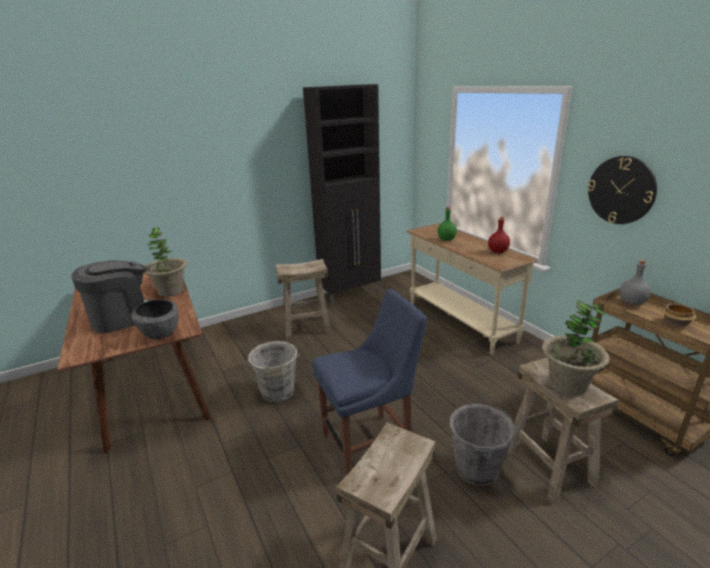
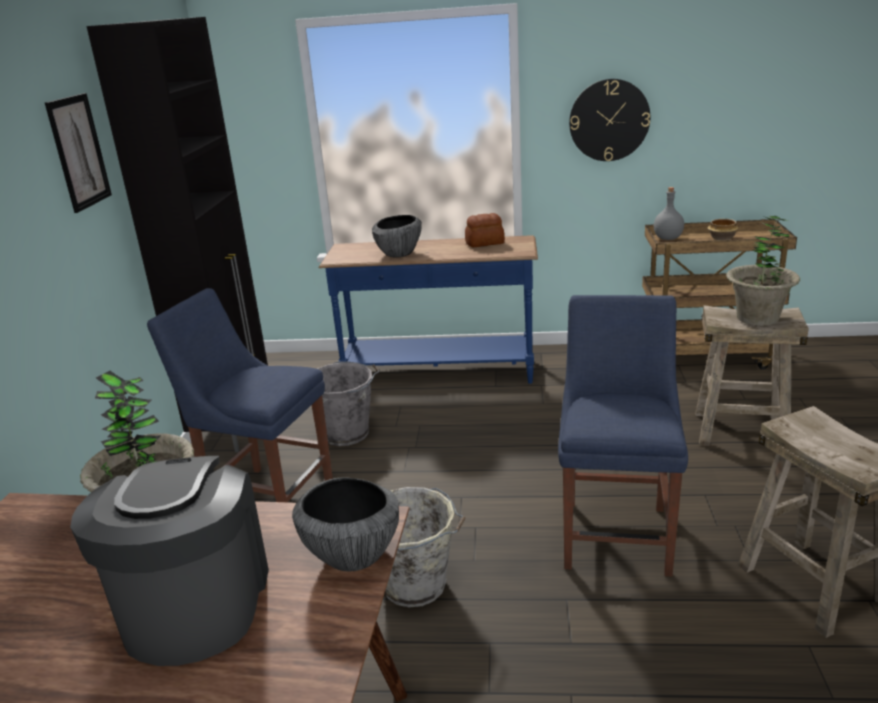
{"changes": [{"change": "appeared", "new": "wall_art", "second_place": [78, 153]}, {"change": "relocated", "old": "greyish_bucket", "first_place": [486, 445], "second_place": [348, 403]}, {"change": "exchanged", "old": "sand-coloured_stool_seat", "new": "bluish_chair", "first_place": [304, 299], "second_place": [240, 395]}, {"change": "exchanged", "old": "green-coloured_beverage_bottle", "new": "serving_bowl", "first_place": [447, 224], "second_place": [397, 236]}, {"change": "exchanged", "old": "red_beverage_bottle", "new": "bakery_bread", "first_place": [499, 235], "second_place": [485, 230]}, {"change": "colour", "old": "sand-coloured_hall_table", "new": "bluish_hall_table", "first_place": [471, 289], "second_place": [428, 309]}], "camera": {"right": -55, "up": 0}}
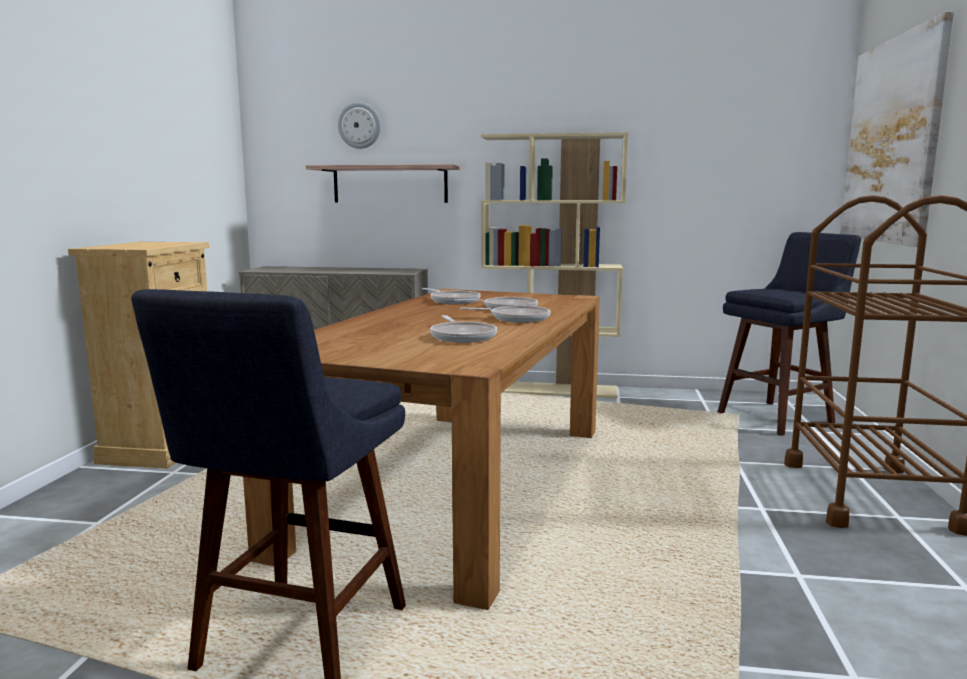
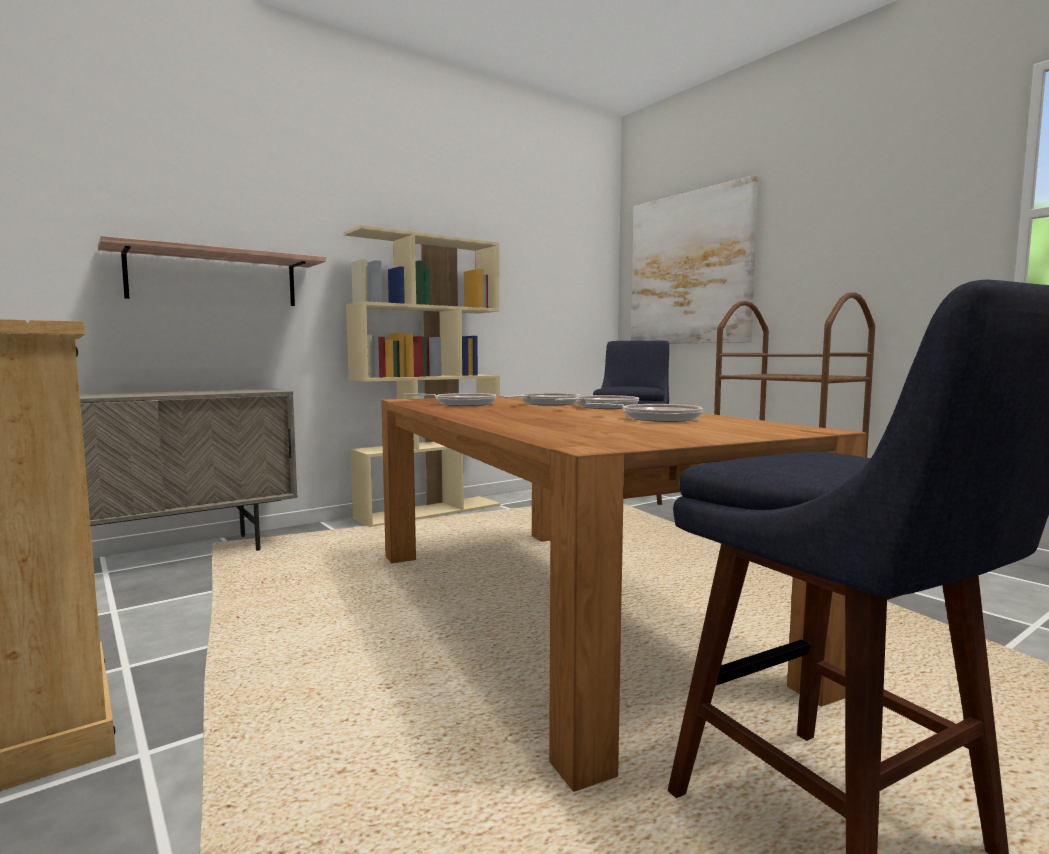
{"changes": [{"change": "missing", "old": "hanging_clock", "first_place": [359, 125]}], "camera": {"right": -45, "up": -5}}
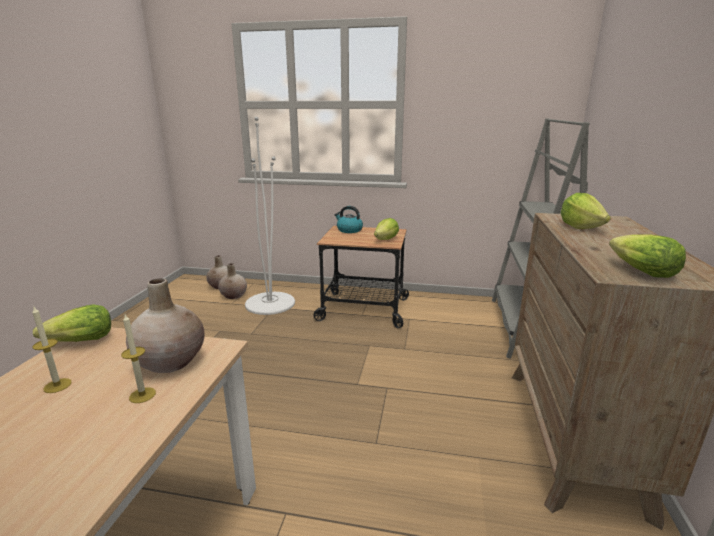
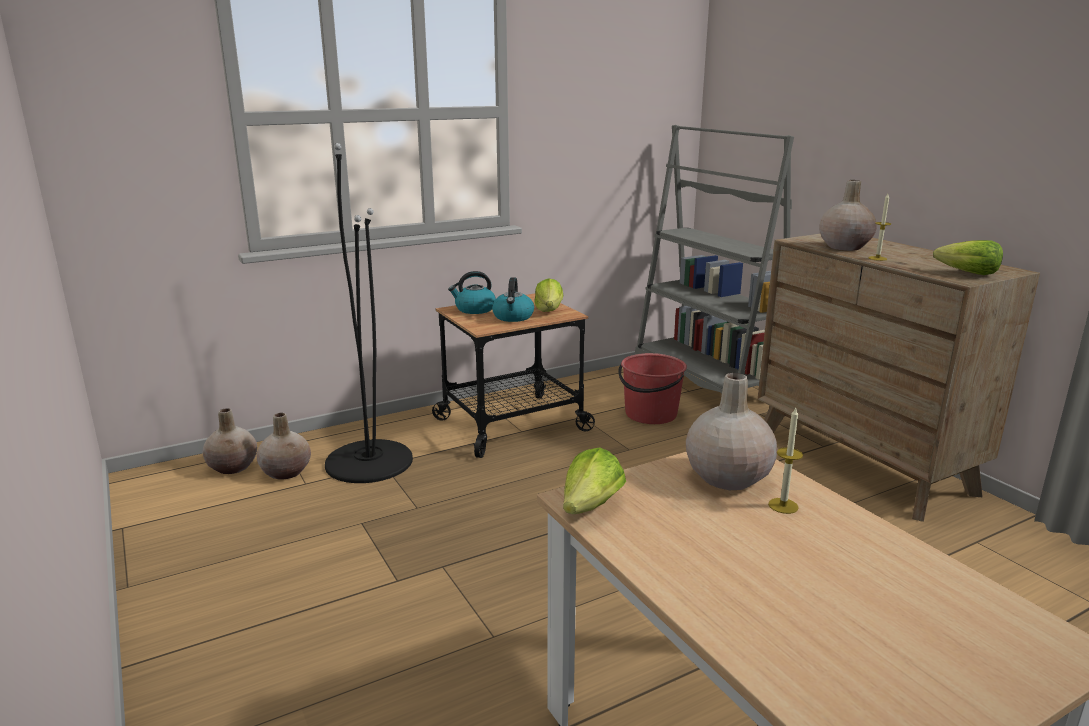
{"changes": [{"change": "appeared", "new": "kettle", "second_place": [513, 299]}, {"change": "appeared", "new": "red_bucket", "second_place": [652, 388]}, {"change": "relocated", "old": "wax_candle", "first_place": [52, 350], "second_place": [880, 227]}, {"change": "exchanged", "old": "lettuce", "new": "sand-coloured_flower_vase", "first_place": [585, 211], "second_place": [848, 215]}, {"change": "colour", "old": "white-coloured_standing_lamp", "new": "black_standing_lamp", "first_place": [270, 216], "second_place": [369, 313]}], "camera": {"right": -40, "up": 0}}
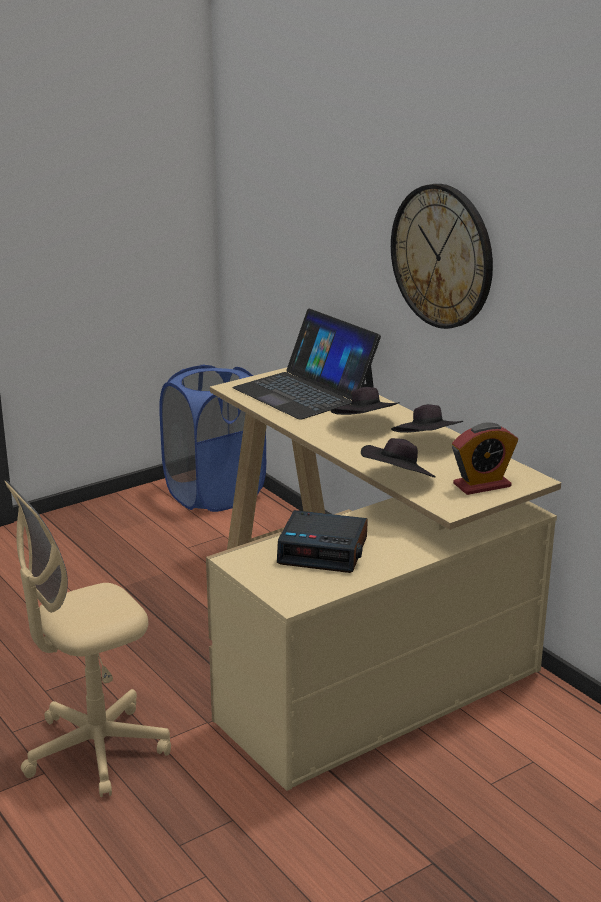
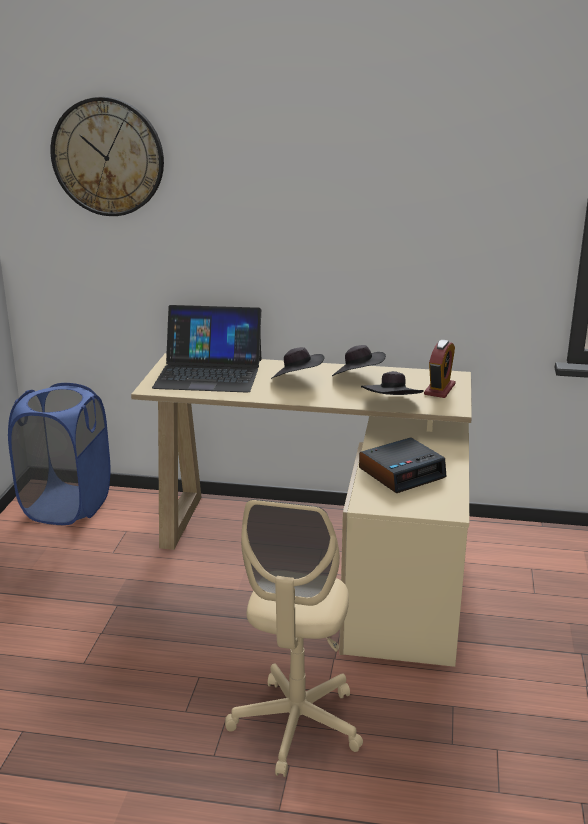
{"changes": [{"change": "relocated", "old": "hanging_clock", "first_place": [442, 256], "second_place": [107, 156]}], "camera": {"right": -45, "up": 0}}
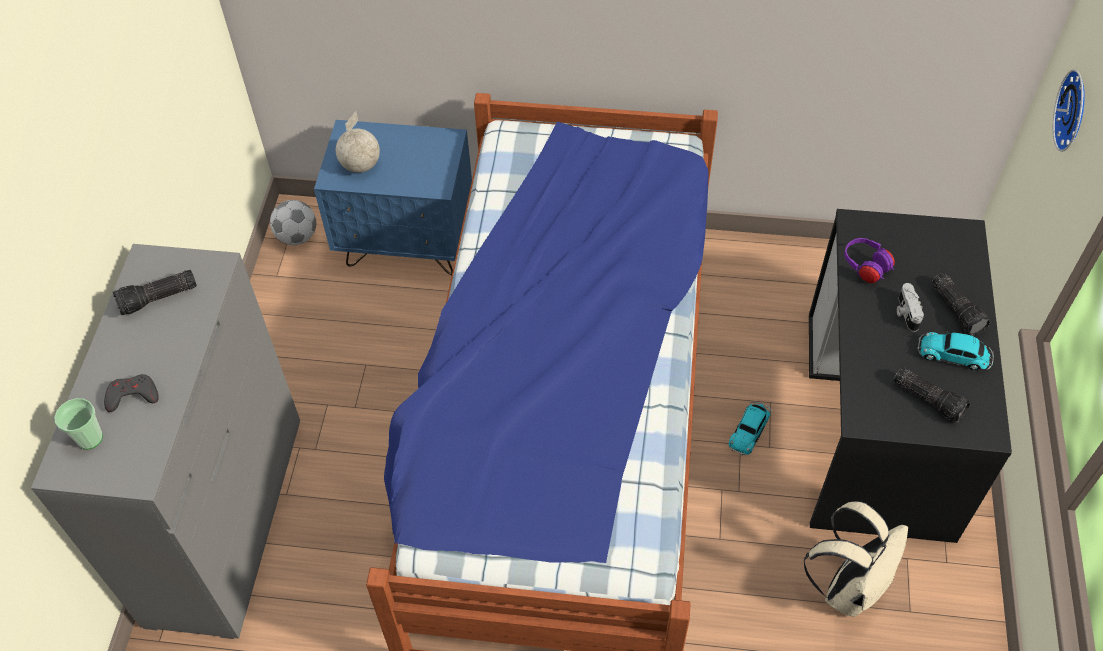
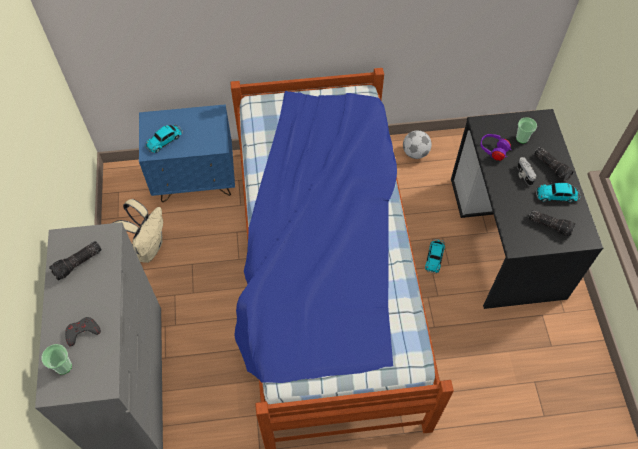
{"changes": [{"change": "missing", "old": "hanging_clock", "first_place": [1069, 110]}, {"change": "appeared", "new": "drinking_cup", "second_place": [526, 130]}, {"change": "relocated", "old": "football_ball", "first_place": [293, 222], "second_place": [417, 144]}, {"change": "relocated", "old": "sand-coloured_backpack", "first_place": [856, 559], "second_place": [138, 231]}, {"change": "exchanged", "old": "desk_globe", "new": "miniature_car", "first_place": [358, 142], "second_place": [164, 139]}], "camera": {"right": -15, "up": 5}}
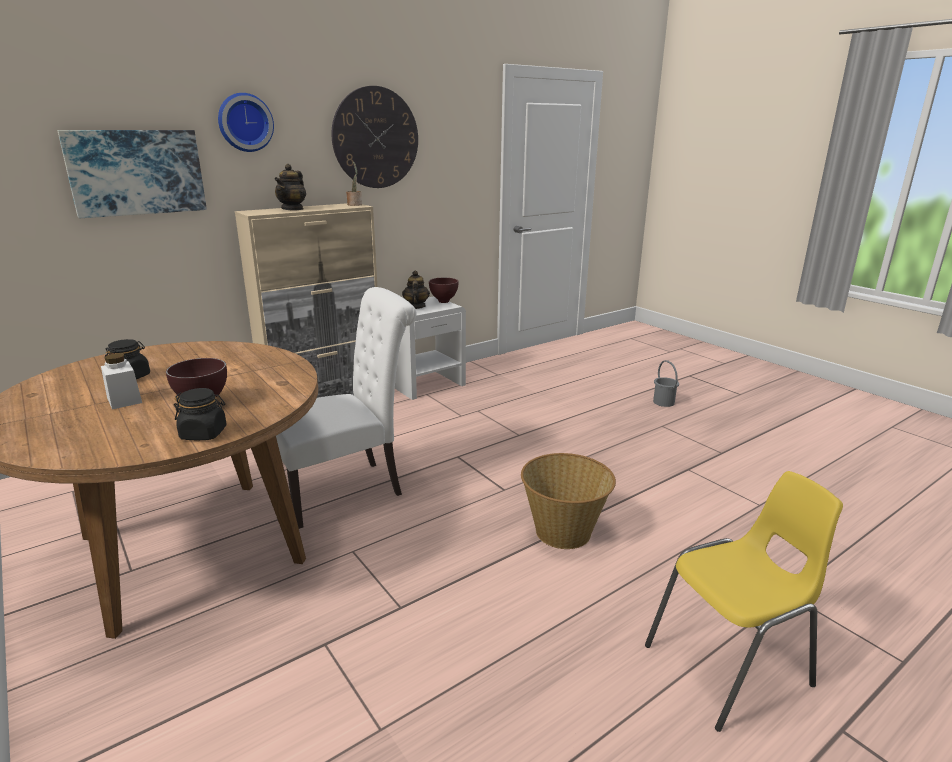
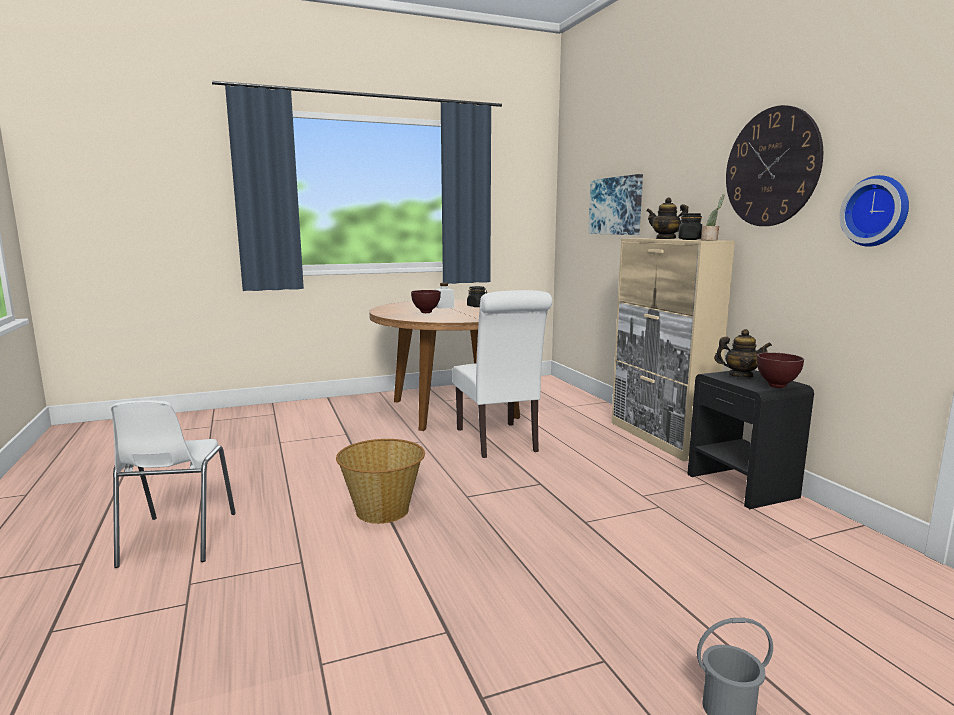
{"changes": [{"change": "relocated", "old": "black_storage_jar", "first_place": [200, 414], "second_place": [690, 226]}, {"change": "relocated", "old": "hanging_clock", "first_place": [246, 122], "second_place": [874, 211]}, {"change": "colour", "old": "white-coloured_night_table", "new": "black_night_table", "first_place": [430, 348], "second_place": [750, 439]}, {"change": "colour", "old": "yellow-coloured_chair", "new": "white-coloured_chair", "first_place": [744, 601], "second_place": [173, 484]}], "camera": {"right": 105, "up": -10}}
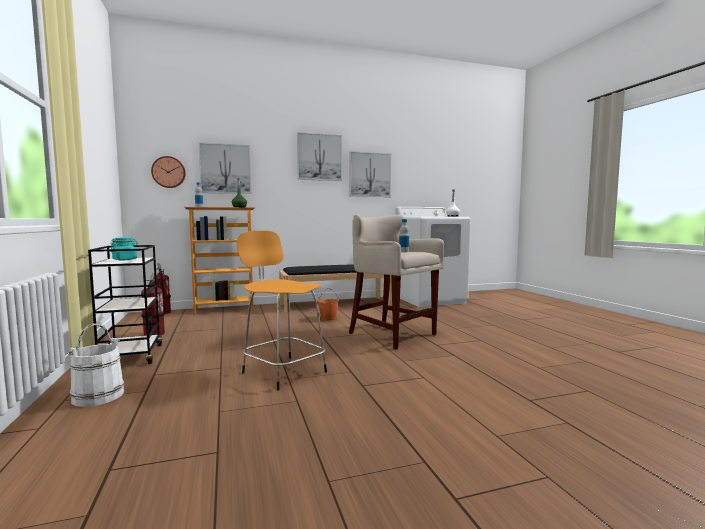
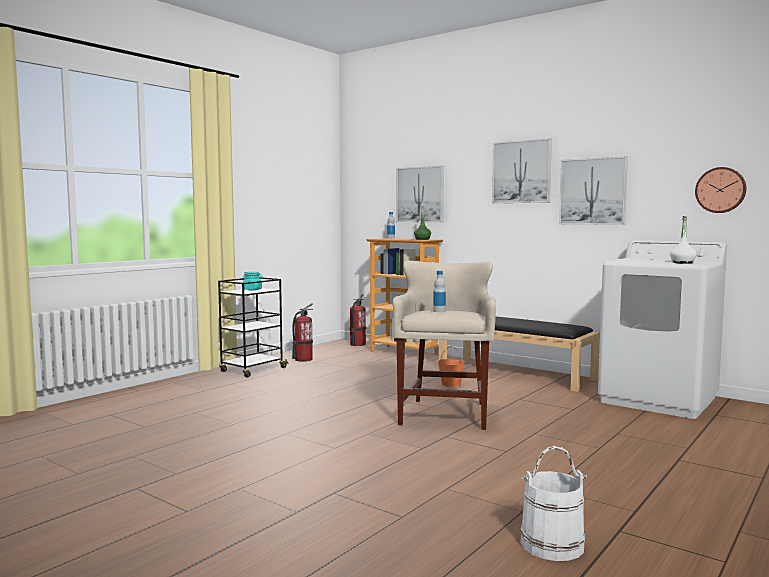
{"changes": [{"change": "missing", "old": "orange_stool_seat", "first_place": [282, 310]}, {"change": "relocated", "old": "white-coloured_bucket", "first_place": [95, 365], "second_place": [553, 503]}, {"change": "relocated", "old": "hanging_clock", "first_place": [168, 172], "second_place": [720, 190]}], "camera": {"right": 55, "up": 0}}
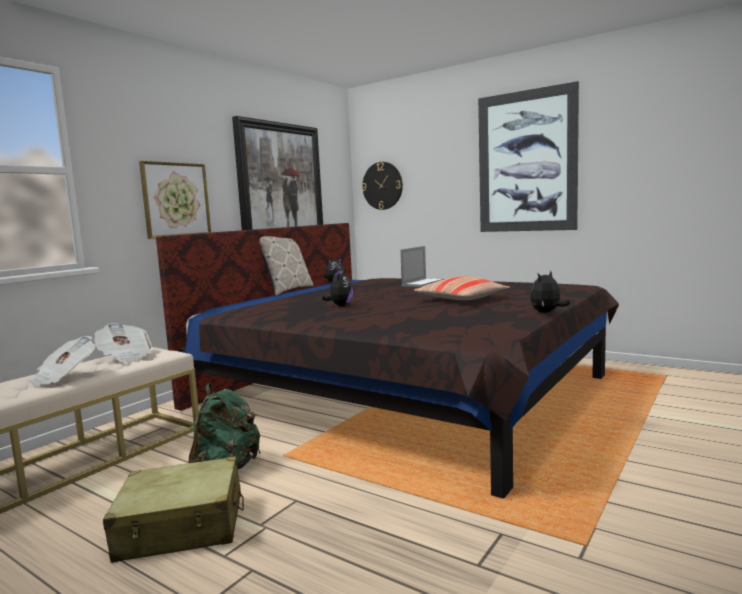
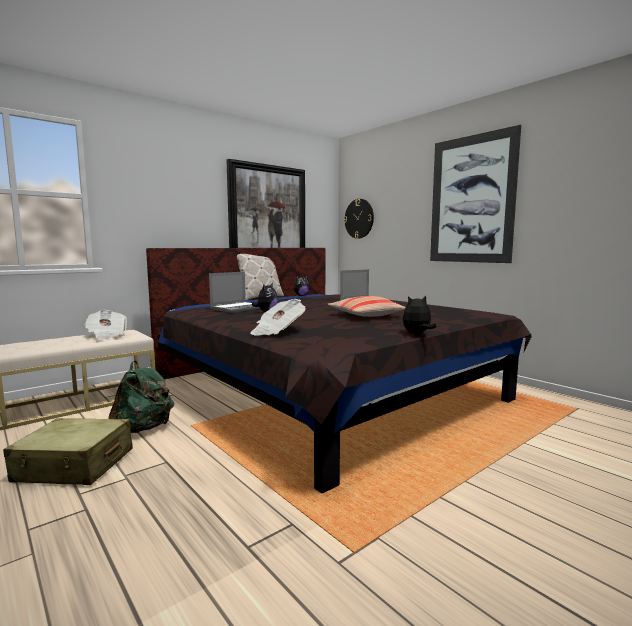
{"changes": [{"change": "missing", "old": "wall_art", "first_place": [175, 200]}, {"change": "appeared", "new": "portable_computer", "second_place": [234, 292]}, {"change": "relocated", "old": "printed_paper", "first_place": [61, 361], "second_place": [278, 317]}], "camera": {"right": 15, "up": 0}}
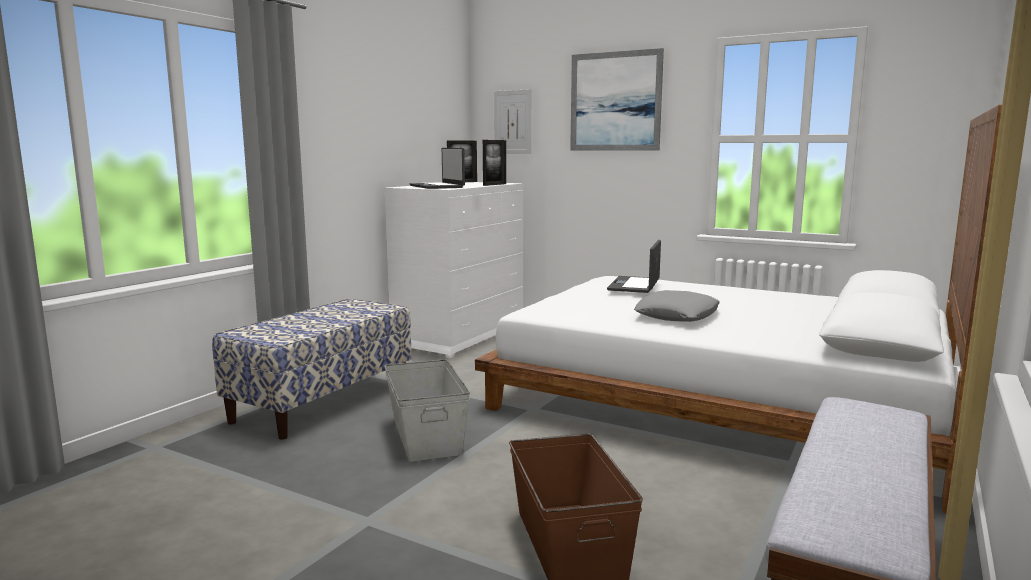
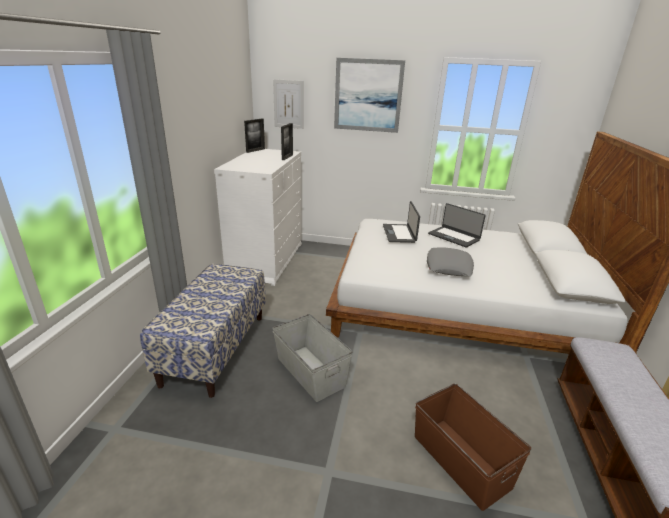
{"changes": [{"change": "relocated", "old": "portable_computer", "first_place": [437, 168], "second_place": [457, 225]}], "camera": {"right": -20, "up": 15}}
